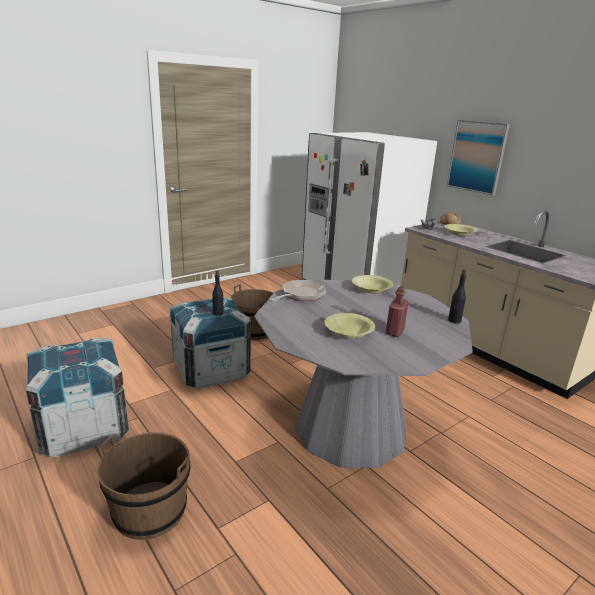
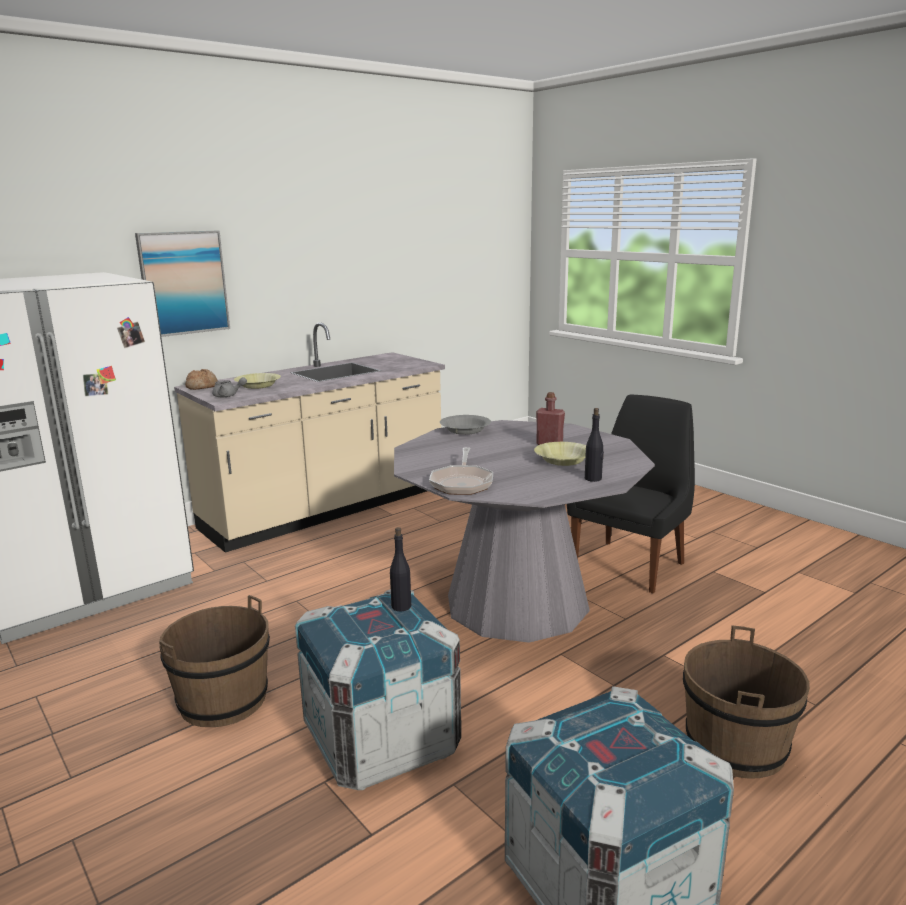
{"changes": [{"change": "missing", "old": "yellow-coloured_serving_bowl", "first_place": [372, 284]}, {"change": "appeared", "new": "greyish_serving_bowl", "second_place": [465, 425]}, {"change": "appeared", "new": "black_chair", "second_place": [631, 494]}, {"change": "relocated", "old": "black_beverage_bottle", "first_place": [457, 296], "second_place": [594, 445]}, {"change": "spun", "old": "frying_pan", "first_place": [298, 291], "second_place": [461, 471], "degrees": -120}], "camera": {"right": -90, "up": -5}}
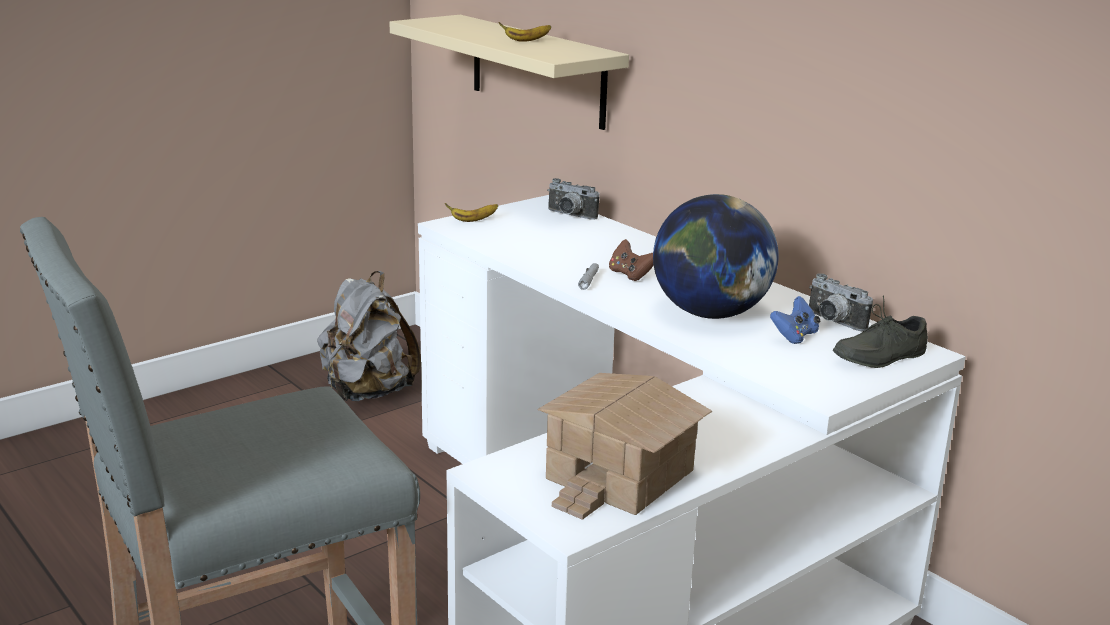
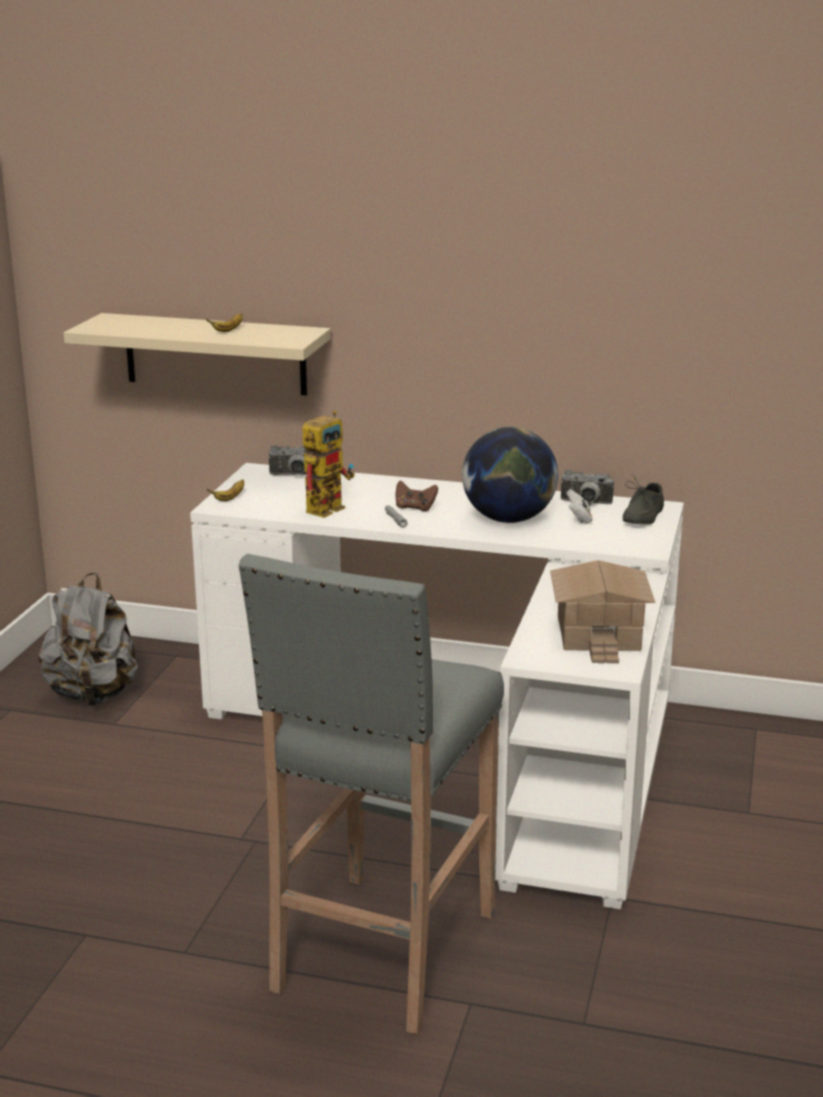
{"changes": [{"change": "appeared", "new": "toy_robot", "second_place": [329, 464]}, {"change": "colour", "old": "bluish_gamepad", "new": "white-coloured_gamepad", "first_place": [795, 320], "second_place": [579, 506]}], "camera": {"right": -35, "up": 0}}
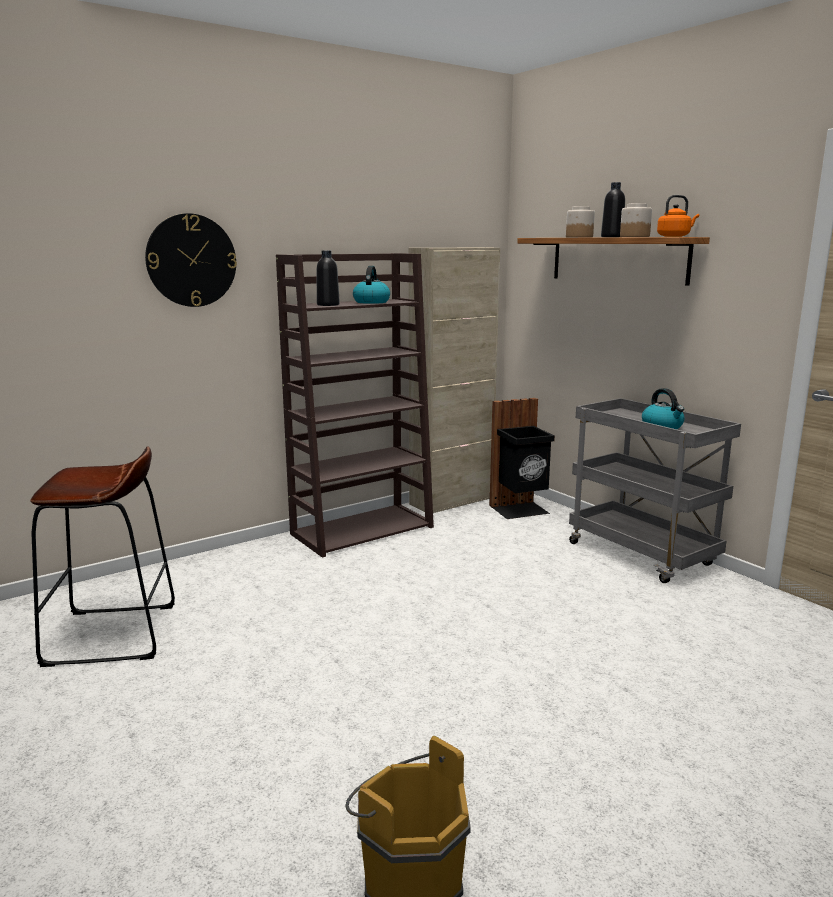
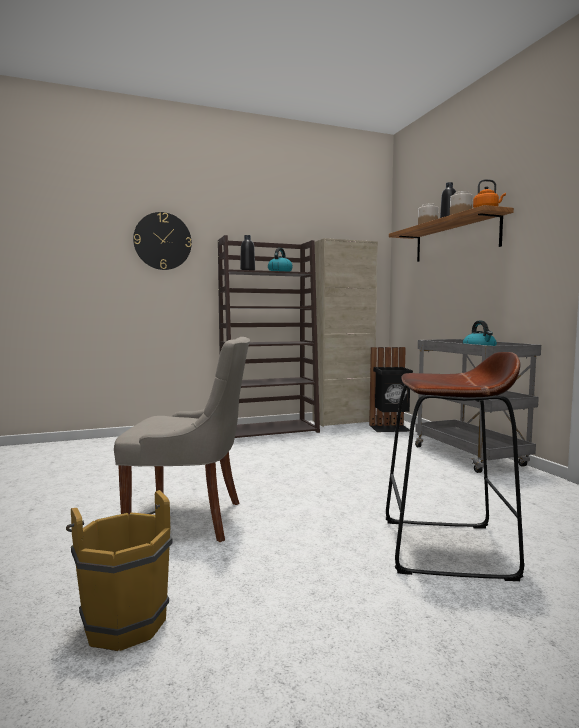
{"changes": [{"change": "appeared", "new": "greyish_chair", "second_place": [182, 439]}, {"change": "relocated", "old": "brown-coloured_stool_seat", "first_place": [102, 557], "second_place": [455, 466]}], "camera": {"right": 15, "up": -10}}
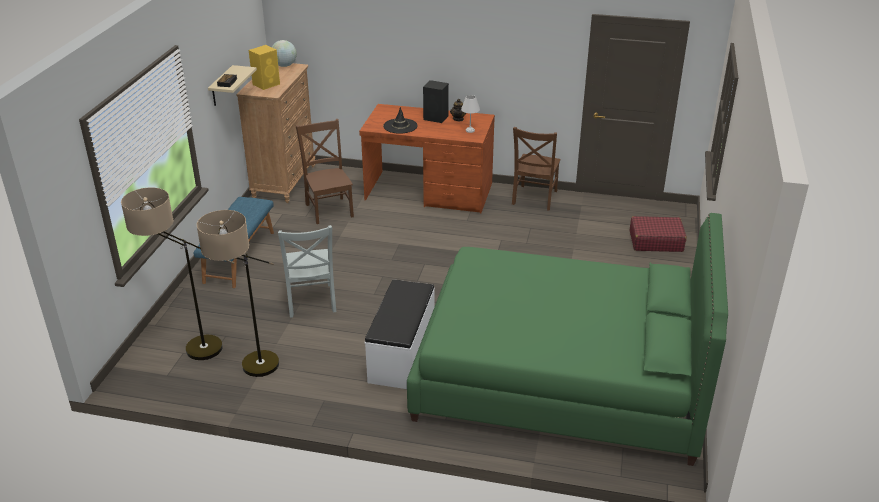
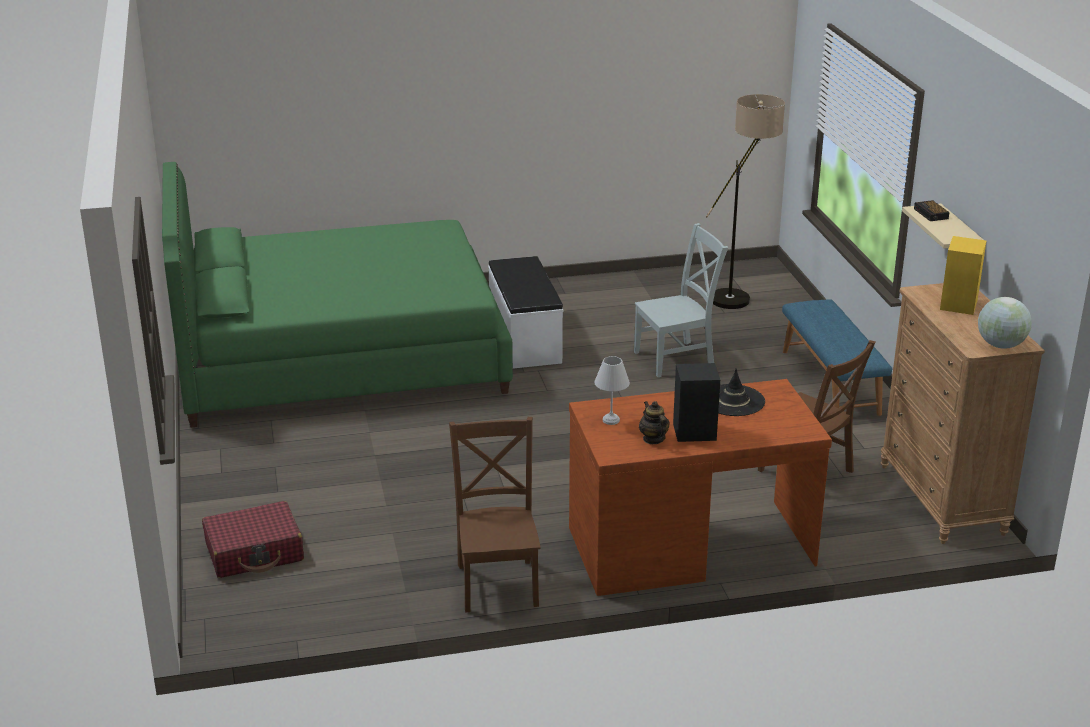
{"changes": [{"change": "missing", "old": "standing_lamp", "first_place": [238, 293]}, {"change": "spun", "old": "greyish_chair", "first_place": [307, 271], "second_place": [681, 300], "degrees": 105}], "camera": {"right": 155, "up": -5}}
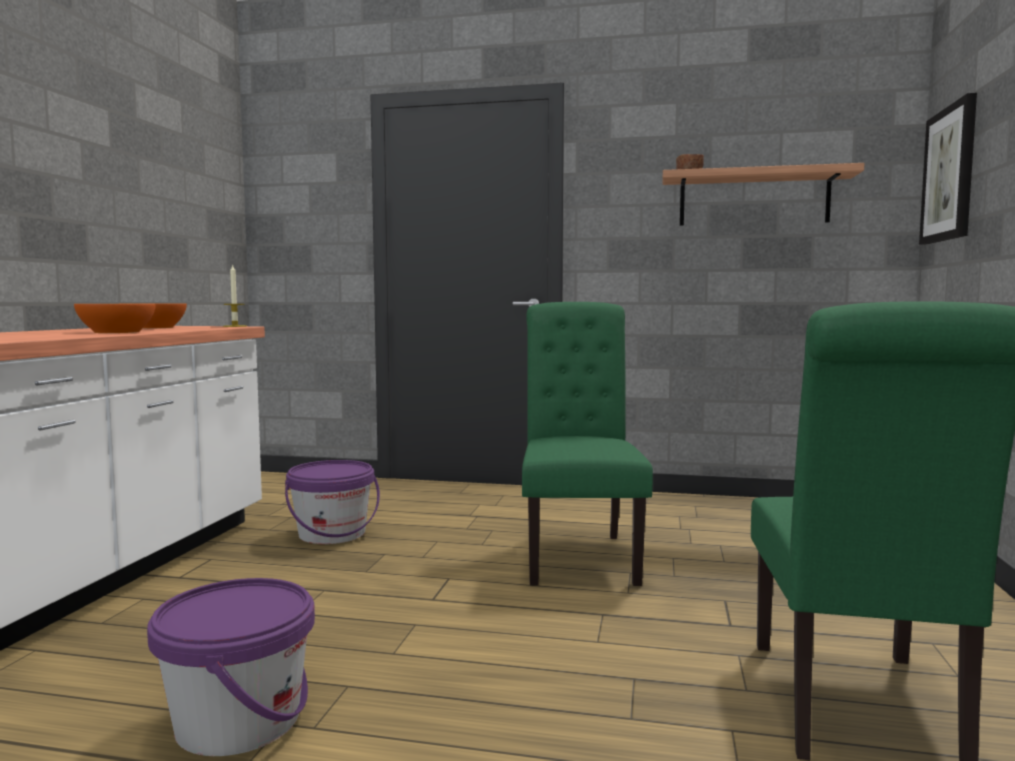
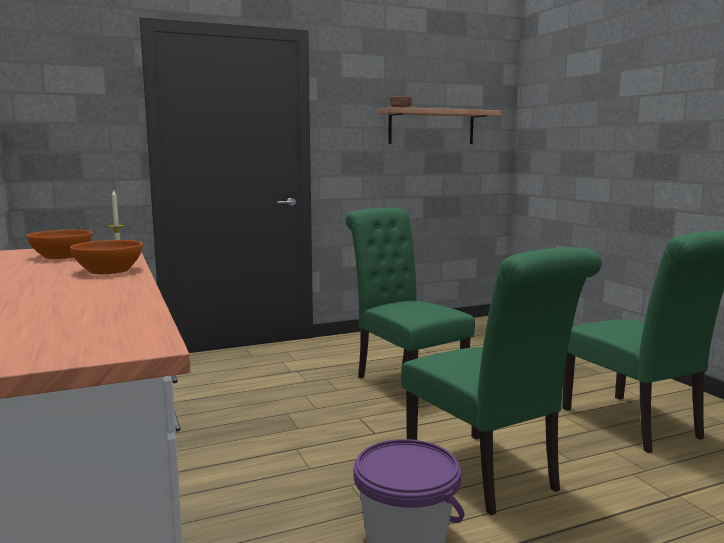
{"changes": [{"change": "missing", "old": "purple_bucket", "first_place": [332, 502]}, {"change": "missing", "old": "wall_art", "first_place": [948, 169]}, {"change": "appeared", "new": "green-coloured_chair", "second_place": [501, 381]}], "camera": {"right": -35, "up": 5}}
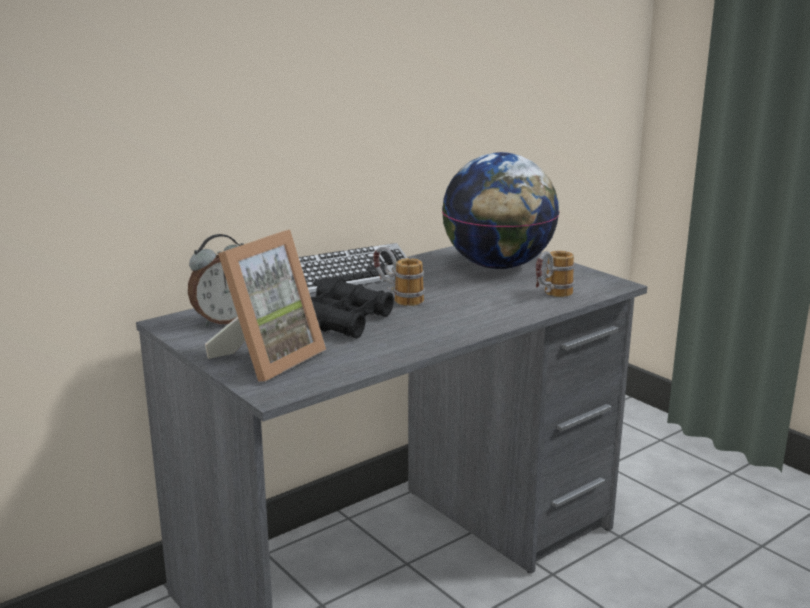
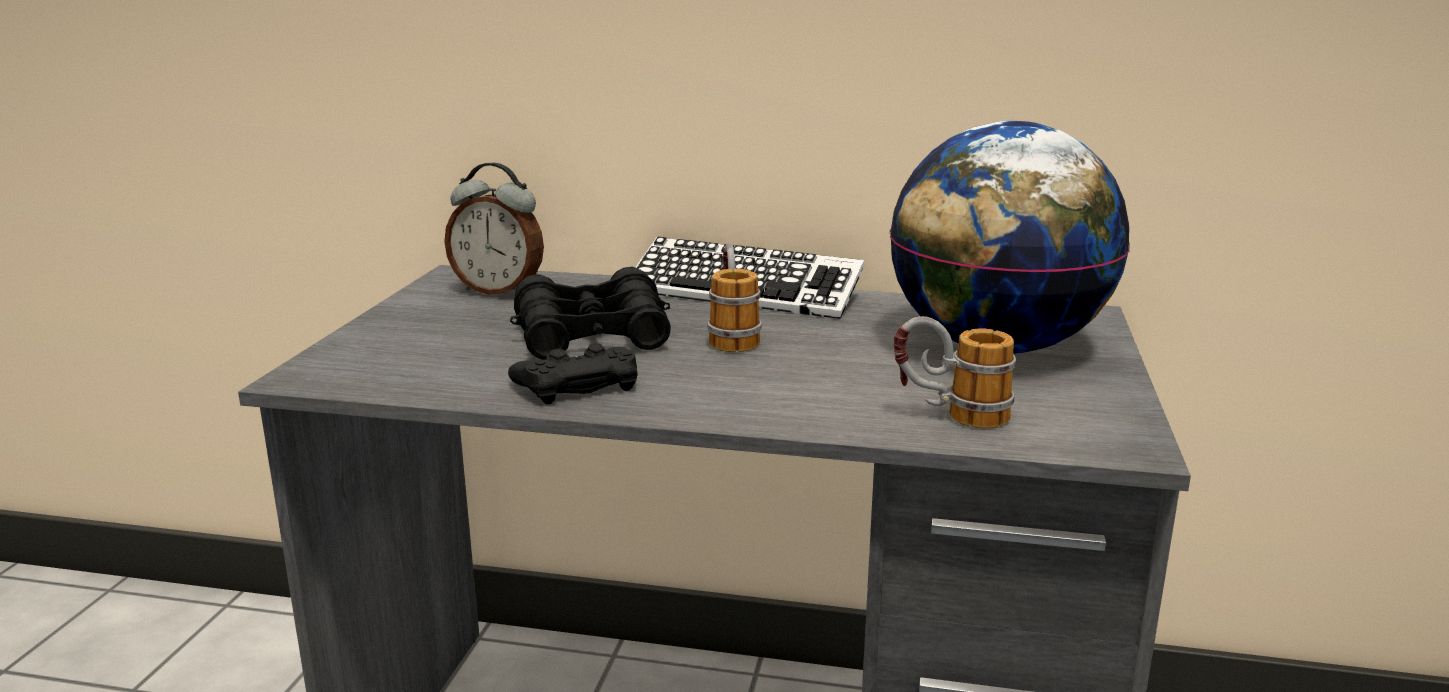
{"changes": [{"change": "missing", "old": "photo_frame", "first_place": [265, 306]}, {"change": "appeared", "new": "black_gamepad", "second_place": [573, 374]}], "camera": {"right": 50, "up": 0}}
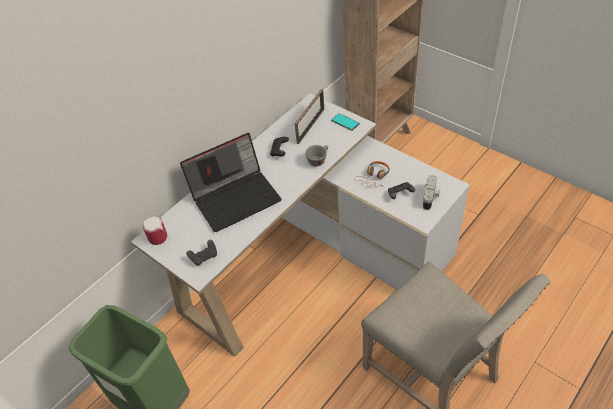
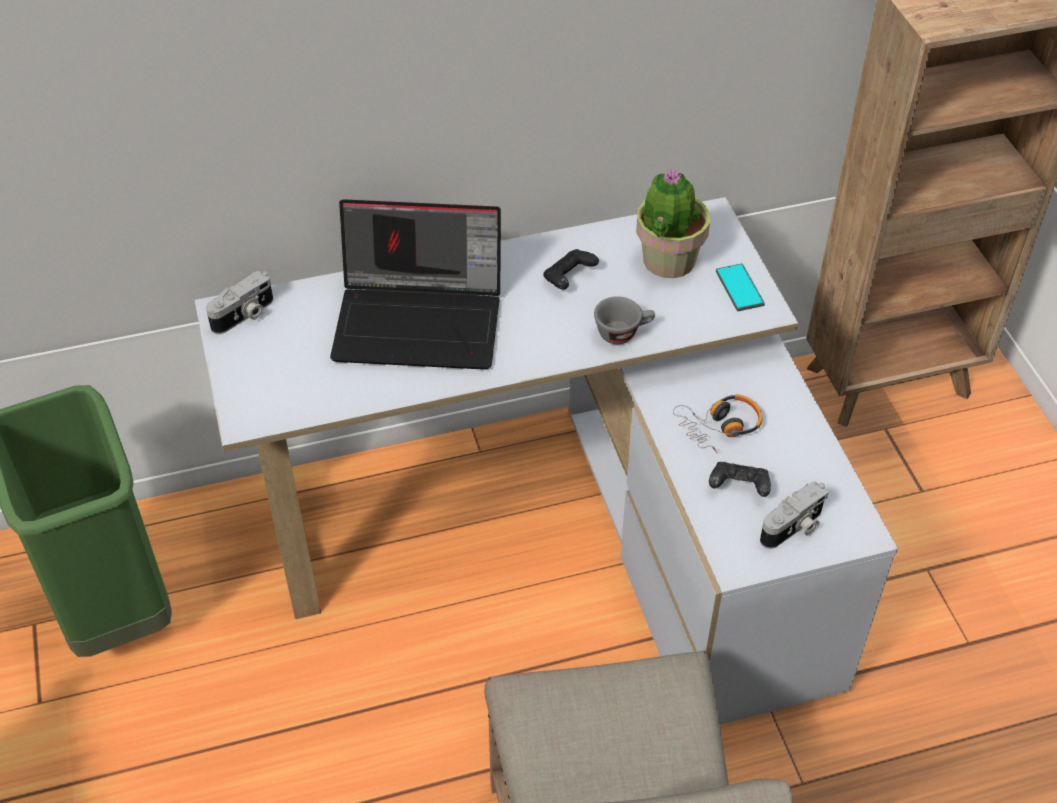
{"changes": [{"change": "missing", "old": "black_gamepad", "first_place": [201, 253]}, {"change": "exchanged", "old": "tea_mug", "new": "still_camera", "first_place": [155, 230], "second_place": [239, 302]}, {"change": "exchanged", "old": "photo_frame", "new": "plant_in_a_pot", "first_place": [309, 116], "second_place": [673, 223]}], "camera": {"right": 30, "up": 0}}
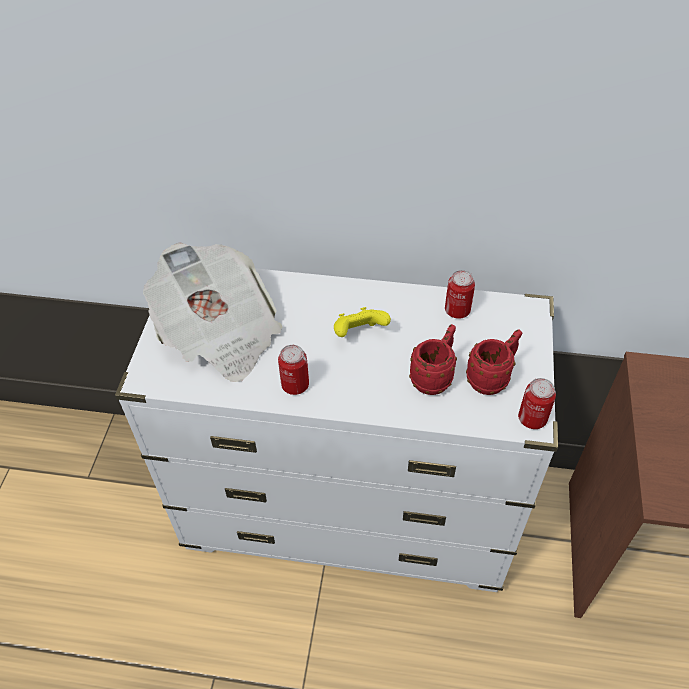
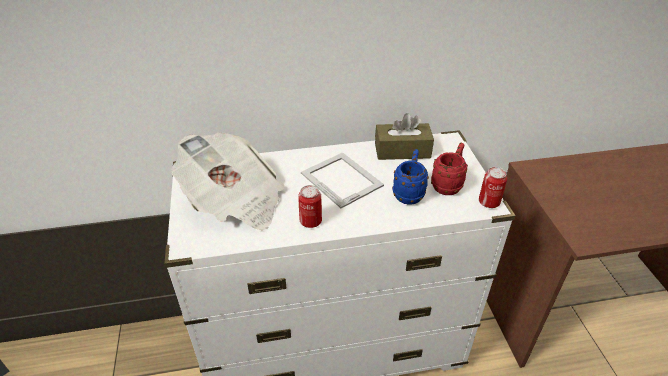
{"changes": [{"change": "exchanged", "old": "yellow-coloured_gamepad", "new": "photo_frame", "first_place": [362, 322], "second_place": [342, 180]}, {"change": "exchanged", "old": "sealed_can", "new": "brown-coloured_box_of_tissues", "first_place": [460, 294], "second_place": [404, 136]}, {"change": "colour", "old": "red_tea_mug", "new": "bluish_tea_mug", "first_place": [433, 359], "second_place": [410, 177]}], "camera": {"right": -20, "up": -10}}
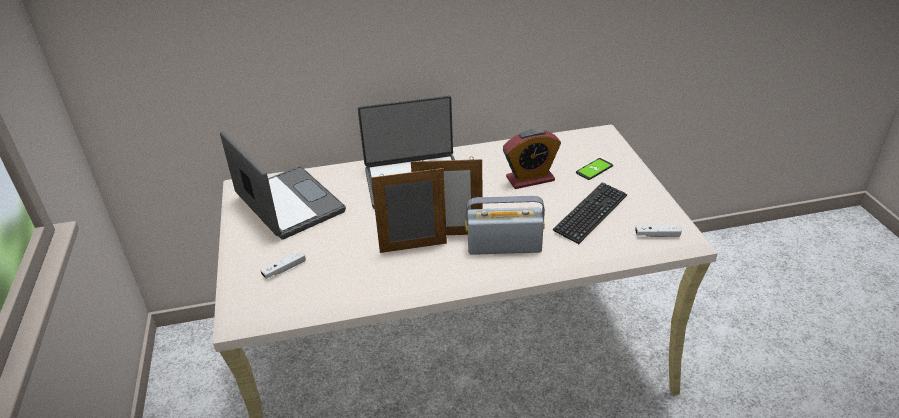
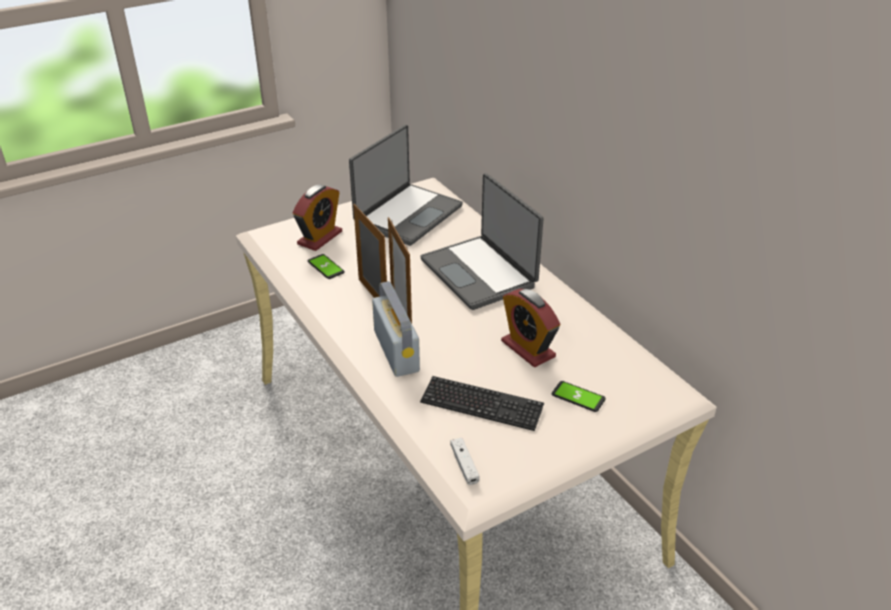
{"changes": [{"change": "appeared", "new": "handset", "second_place": [326, 266]}, {"change": "exchanged", "old": "white-coloured_gamepad", "new": "table_clock", "first_place": [283, 265], "second_place": [317, 217]}], "camera": {"right": 70, "up": 0}}
